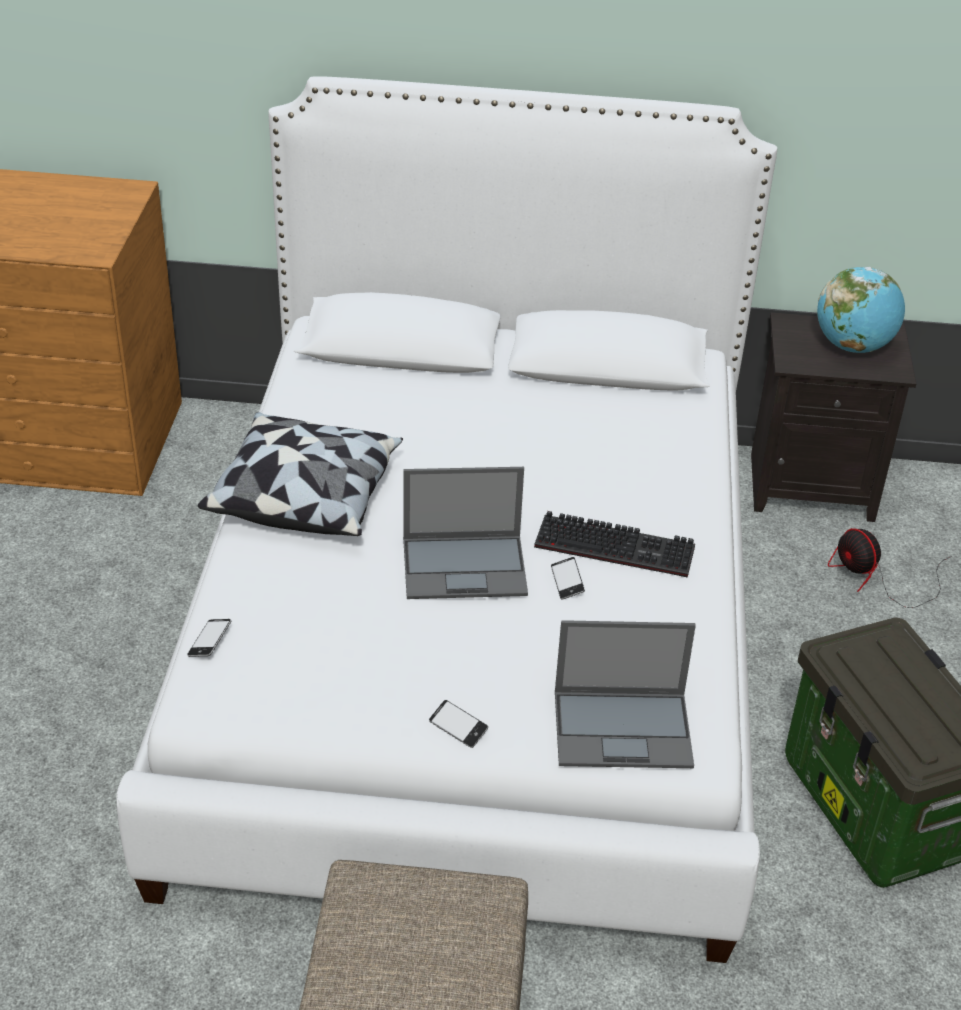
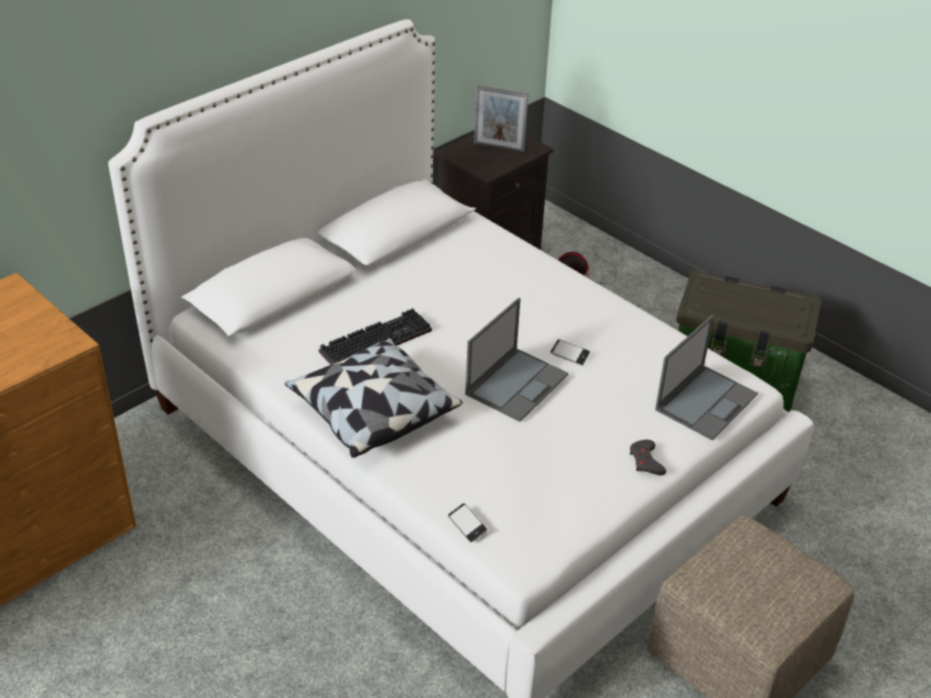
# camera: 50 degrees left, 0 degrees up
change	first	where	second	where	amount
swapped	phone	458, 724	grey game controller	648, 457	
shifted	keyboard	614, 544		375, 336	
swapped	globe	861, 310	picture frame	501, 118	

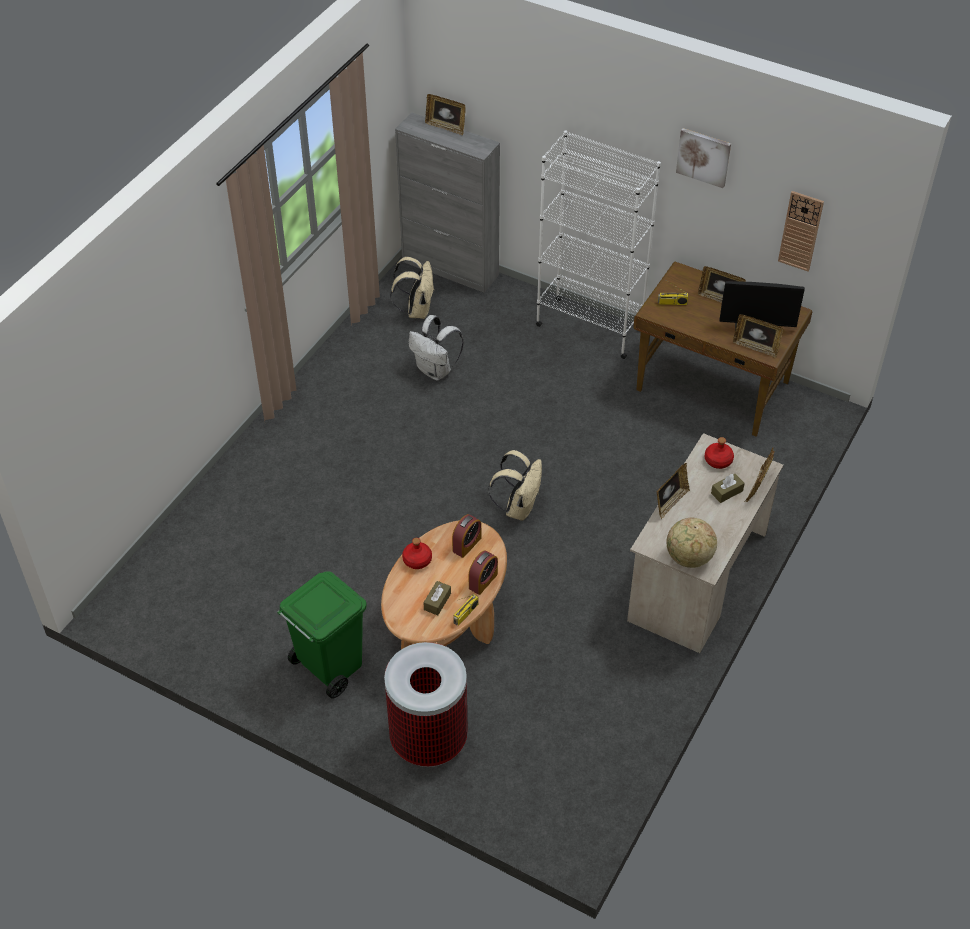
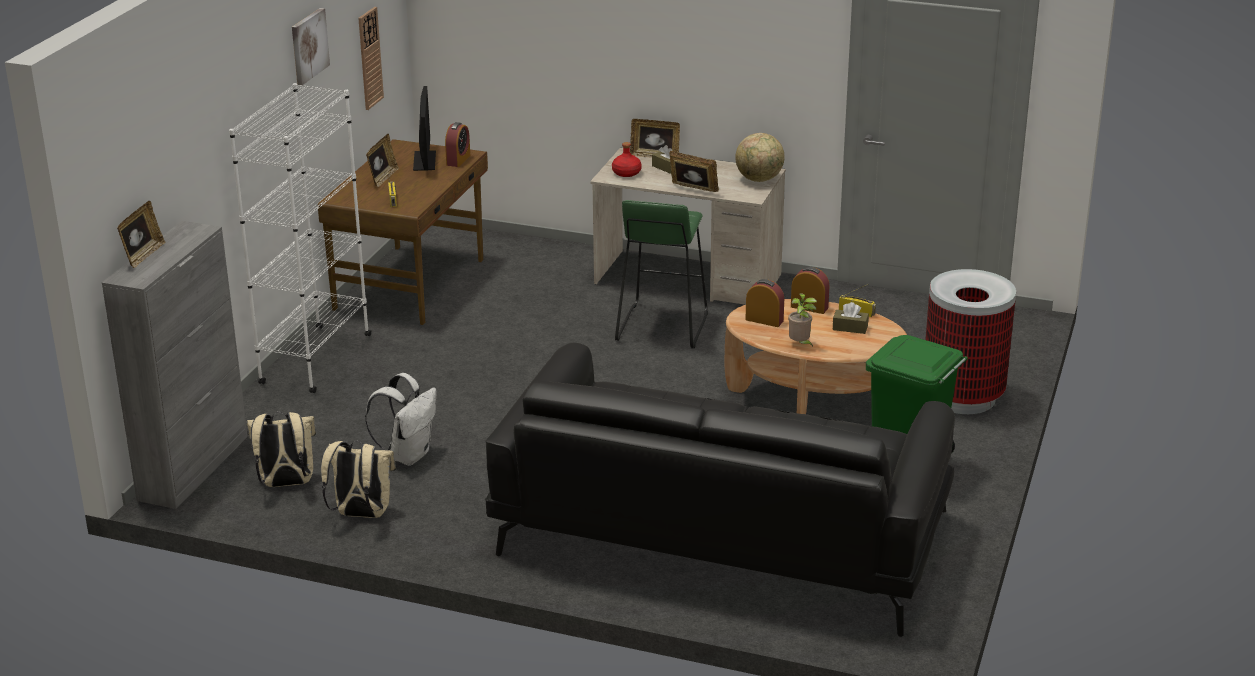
# camera: 100 degrees left, 20 degrees down
change	first	where	second	where	amount
swapped	red bottle	417, 553	potted plant	802, 319	
shifted	beige backpack	515, 485		358, 479	
swapped	picture frame	758, 336	alarm clock	457, 144	
new			black sofa	720, 490	
new			green stool	661, 274	

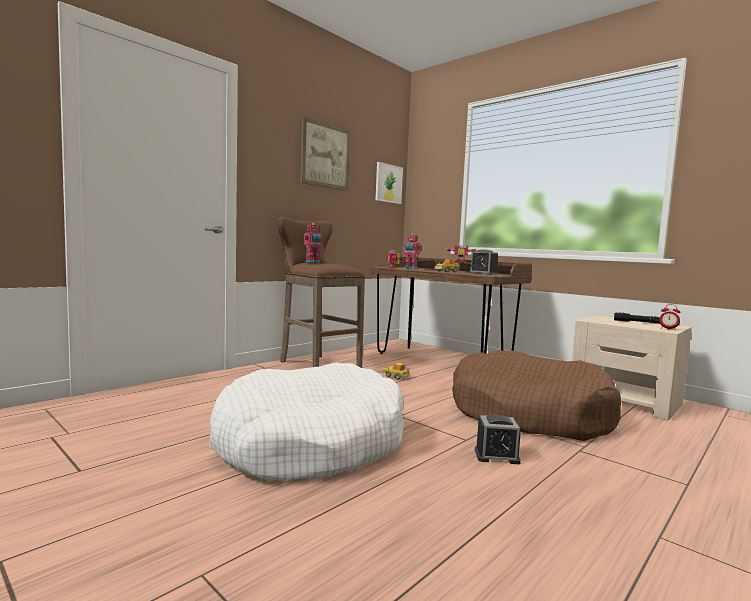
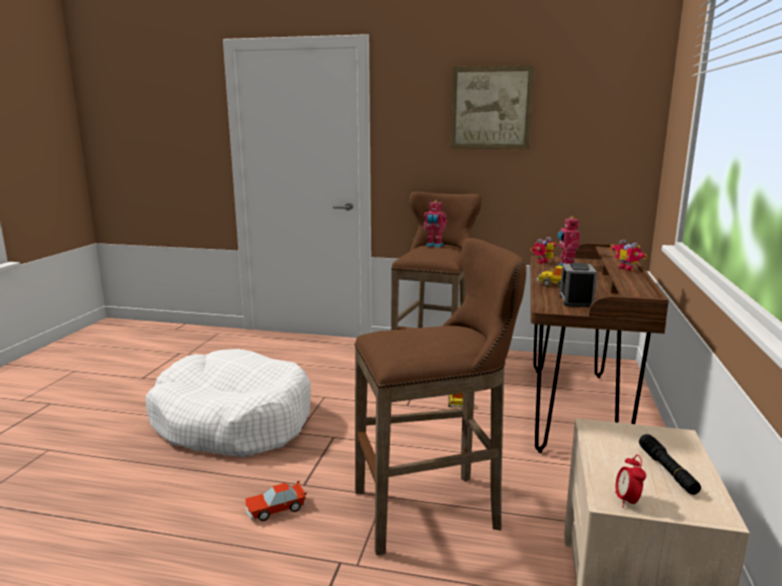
# camera: 60 degrees right, 10 degrees up
change	first	where	second	where	amount
gone	picture	389, 183			
swapped	brown dog bed	536, 395	brown stool	440, 396	
swapped	alarm clock	498, 439	toy car	276, 500	

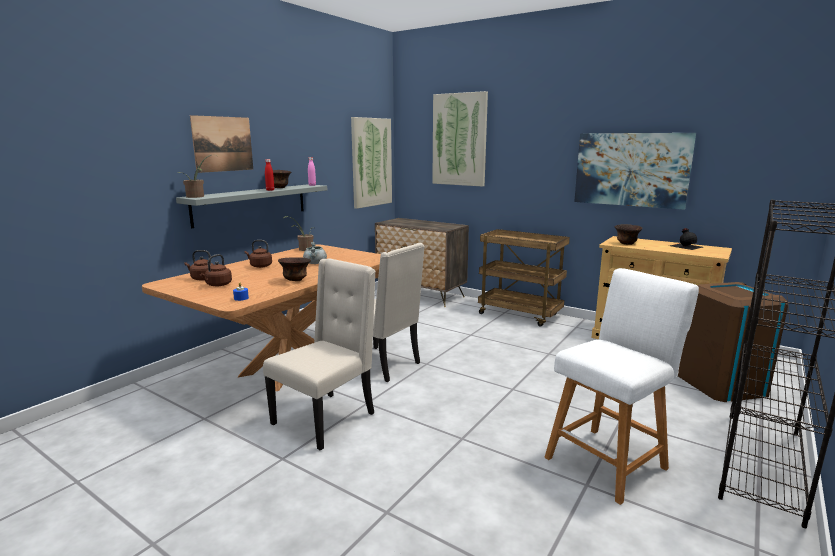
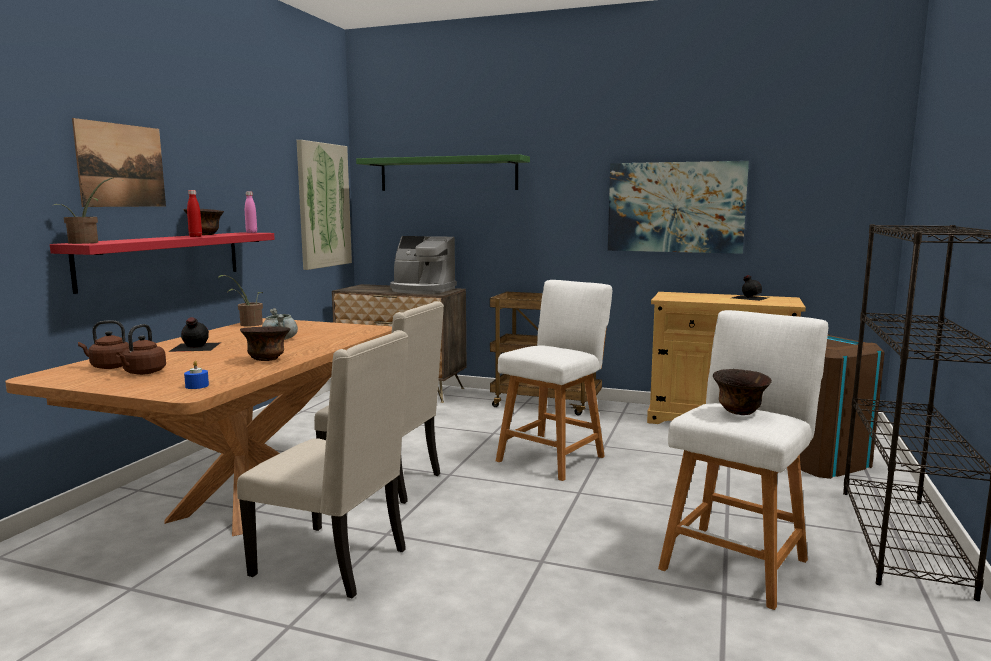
# camera: 15 degrees left, 5 degrees down
change	first	where	second	where	amount
repainted	grey shelf	251, 206	red shelf	162, 263	
swapped	brown kettle	258, 254	black bottle	194, 334	
rotated	beige chair	319, 354		322, 464	90 degrees clockwise
swapped	picture	460, 139	green shelf	443, 172	
shifted	brown bowl	628, 234		742, 392	
new			coffee machine	423, 265	
new			white stool	554, 380	

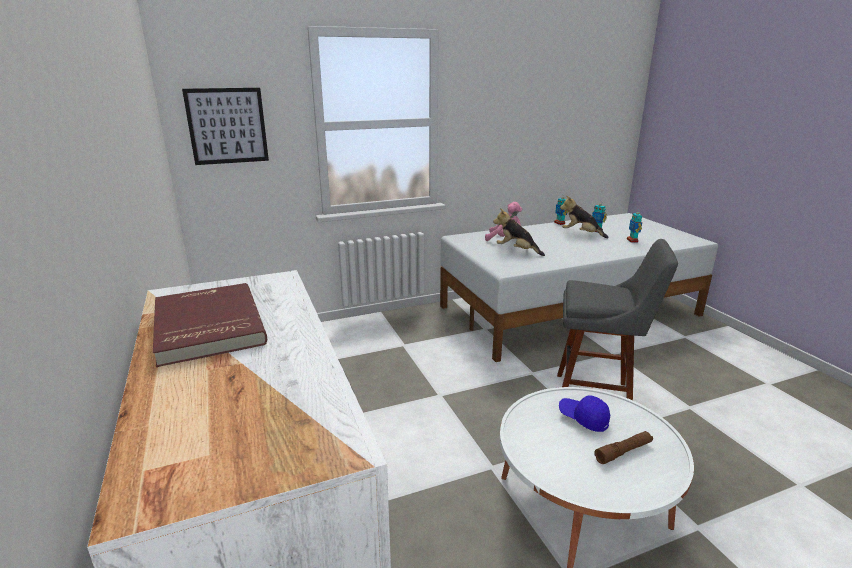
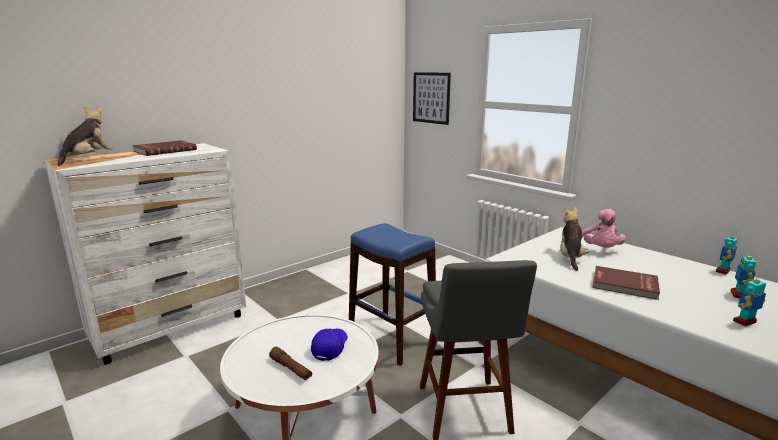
# camera: 70 degrees right, 5 degrees down
change	first	where	second	where	amount
shifted	plush toy	584, 216		85, 136	
new			blue stool	392, 294	
new			red book	626, 283	

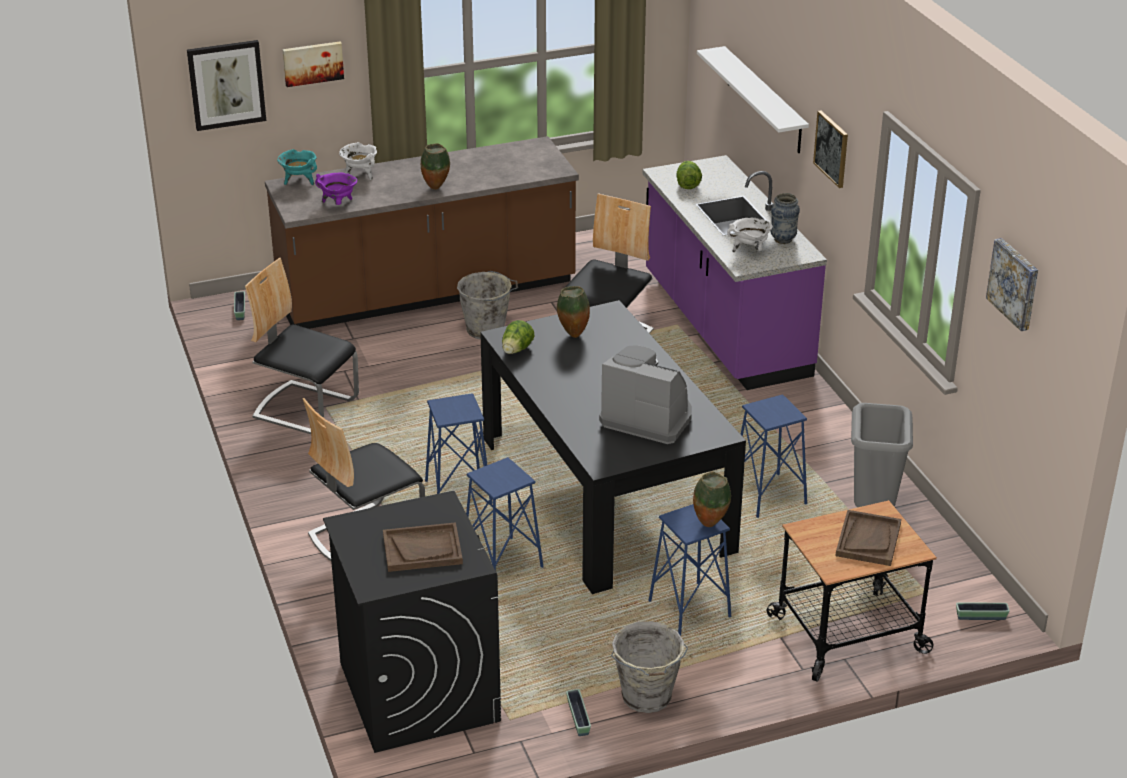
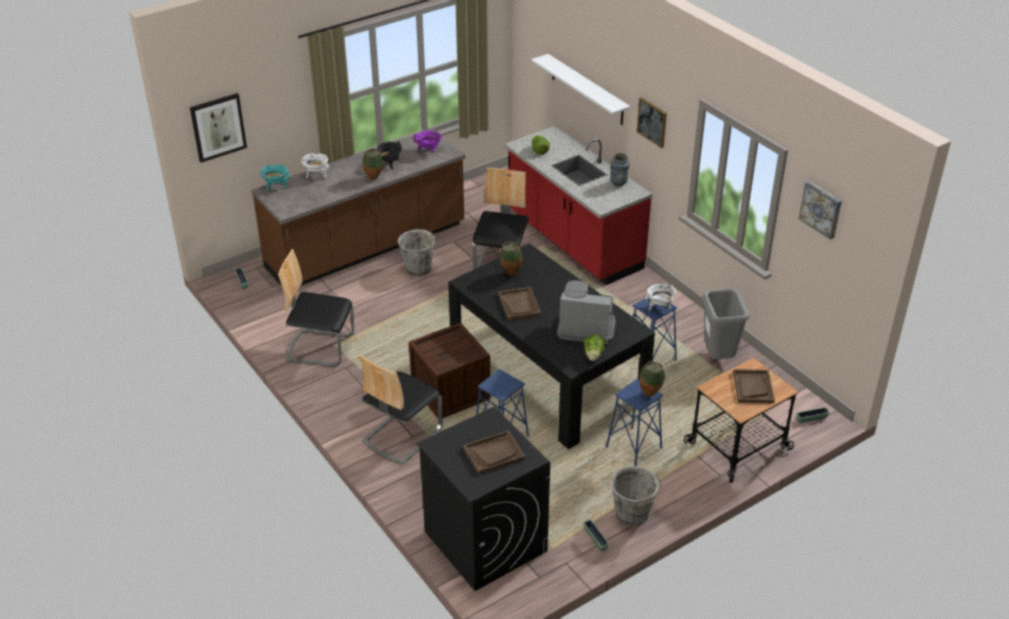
# camera: 15 degrees left, 5 degrees up
change	first	where	second	where	amount
gone	picture	313, 64			
shifted	purple cooking pot	336, 188		427, 142	
swapped	blue stool	459, 448	crate	450, 370	
shifted	lettuce	518, 337		594, 347	
repainted	purple counter	735, 272	red counter	578, 205	
shifted	white cooking pot	750, 235		660, 298	
new			black cooking pot	389, 155	
new			brown tray	519, 304	

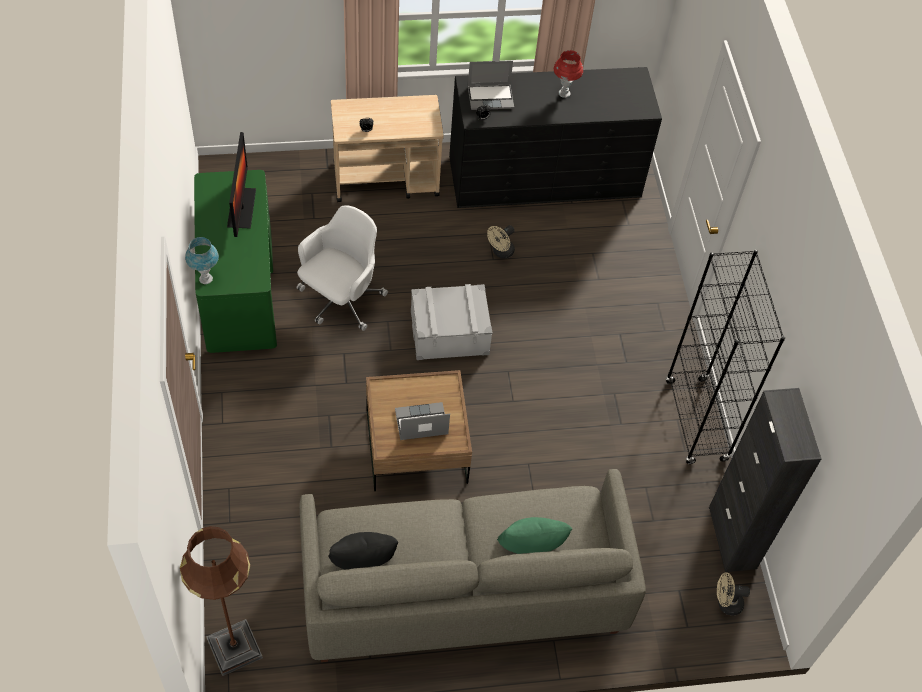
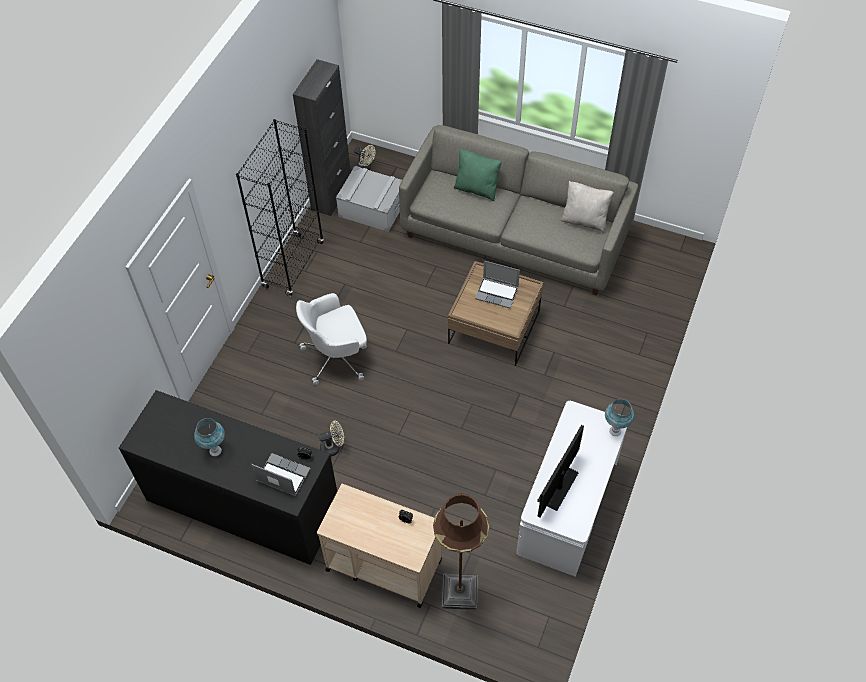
# camera: 145 degrees left, 0 degrees up
change	first	where	second	where	amount
shifted	brown floor lamp	221, 601		461, 551	
repainted	green desk	235, 261	white desk	571, 489	
shifted	white office chair	342, 268		331, 339	
repainted	black pillow	363, 550	beige pillow	587, 207	
shifted	grey storage box	452, 322		369, 199	
repainted	red table lamp	568, 74	blue table lamp	209, 437	

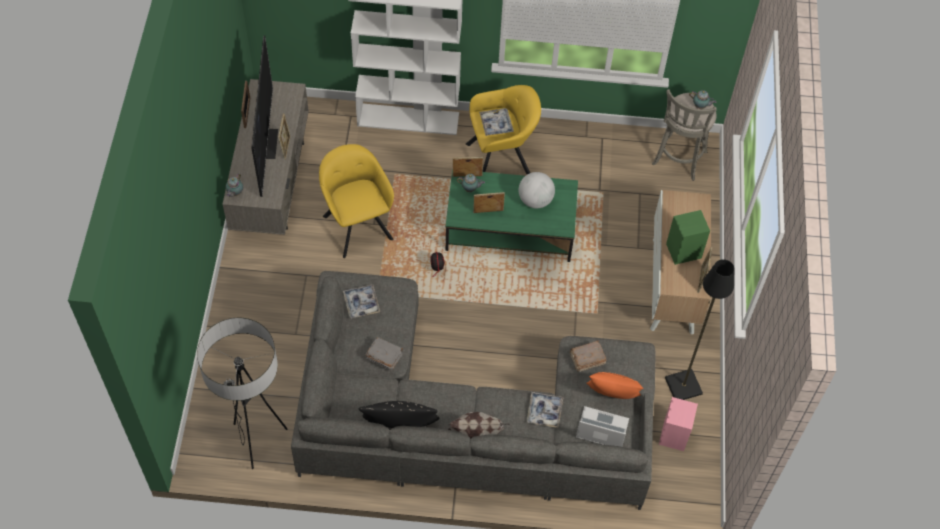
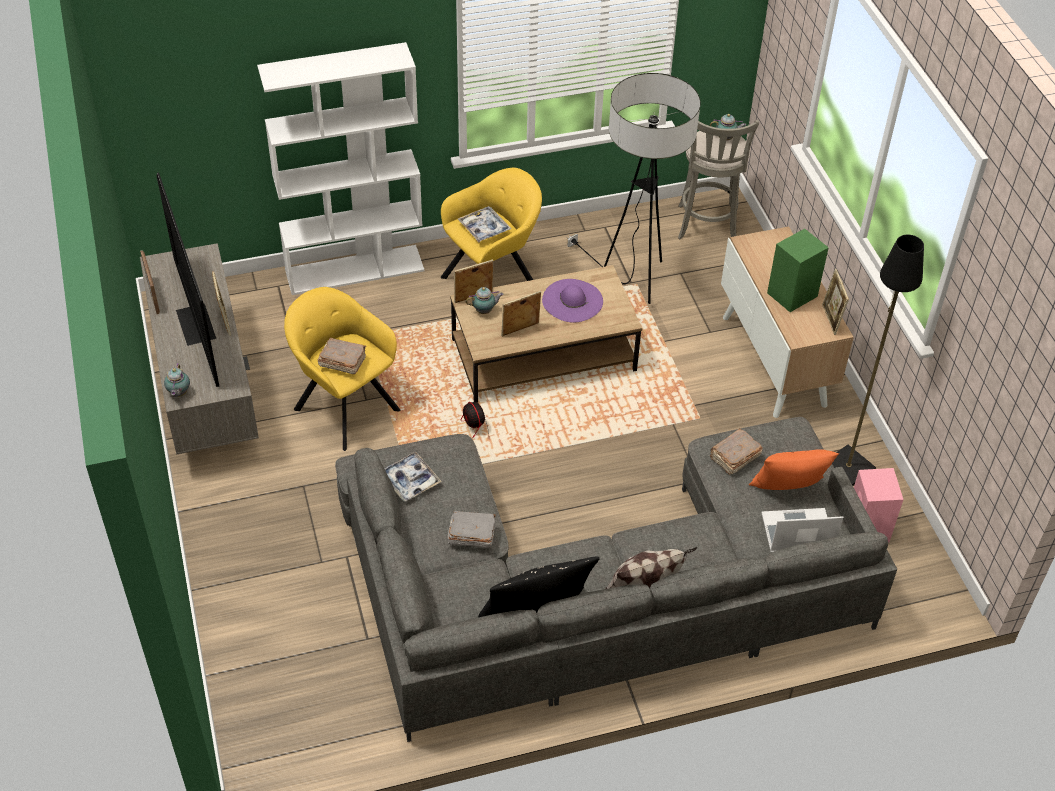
# camera: 20 degrees left, 10 degrees down
change	first	where	second	where	amount
shifted	floor lamp	242, 393		634, 188	
repainted	green coffee table	511, 215	brown coffee table	546, 334	
swapped	globe	537, 190	purple hat	572, 300	
gone	tray	544, 410			
new			brown book	342, 356	

